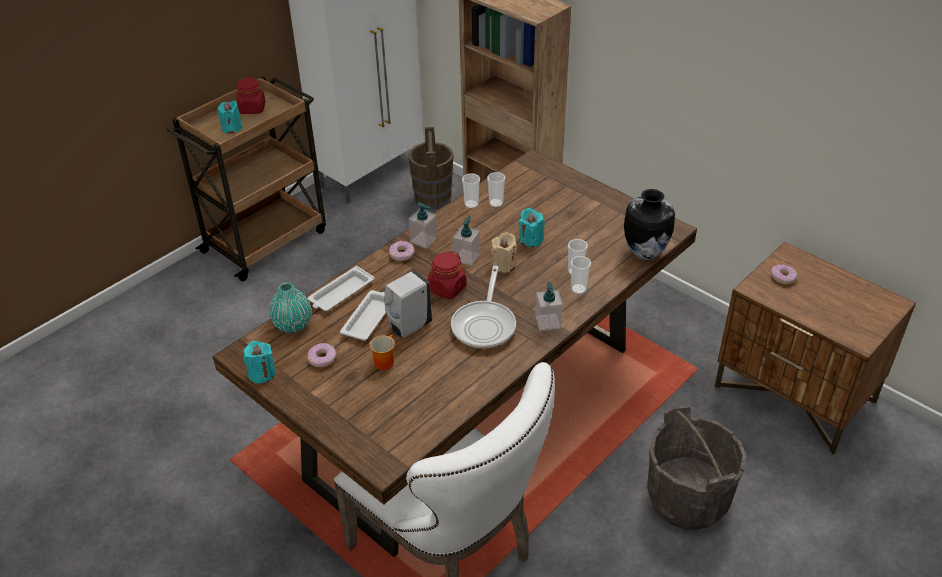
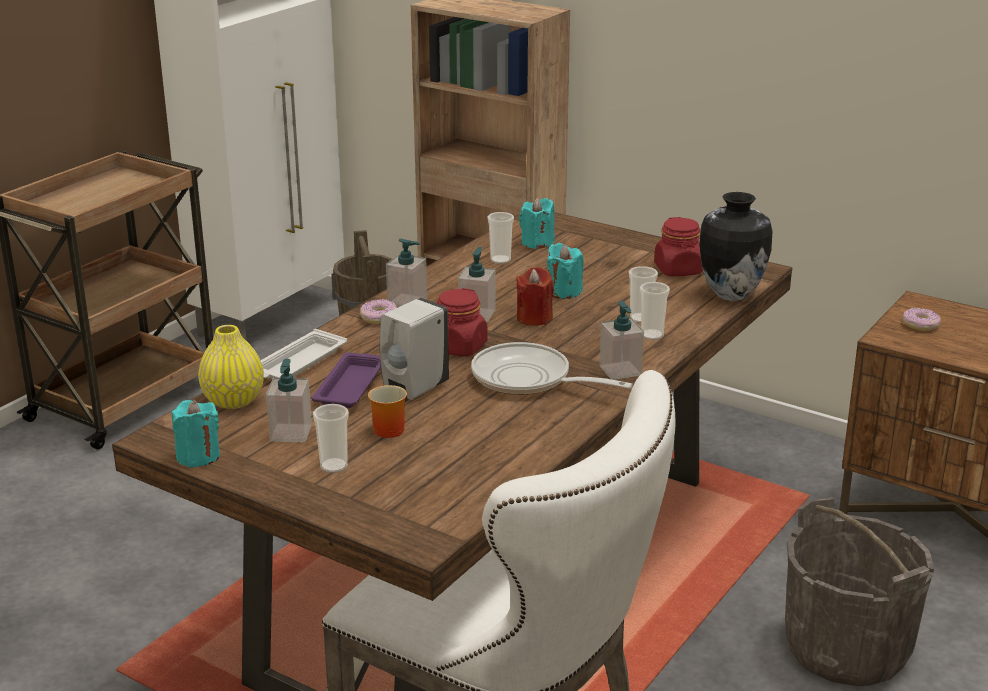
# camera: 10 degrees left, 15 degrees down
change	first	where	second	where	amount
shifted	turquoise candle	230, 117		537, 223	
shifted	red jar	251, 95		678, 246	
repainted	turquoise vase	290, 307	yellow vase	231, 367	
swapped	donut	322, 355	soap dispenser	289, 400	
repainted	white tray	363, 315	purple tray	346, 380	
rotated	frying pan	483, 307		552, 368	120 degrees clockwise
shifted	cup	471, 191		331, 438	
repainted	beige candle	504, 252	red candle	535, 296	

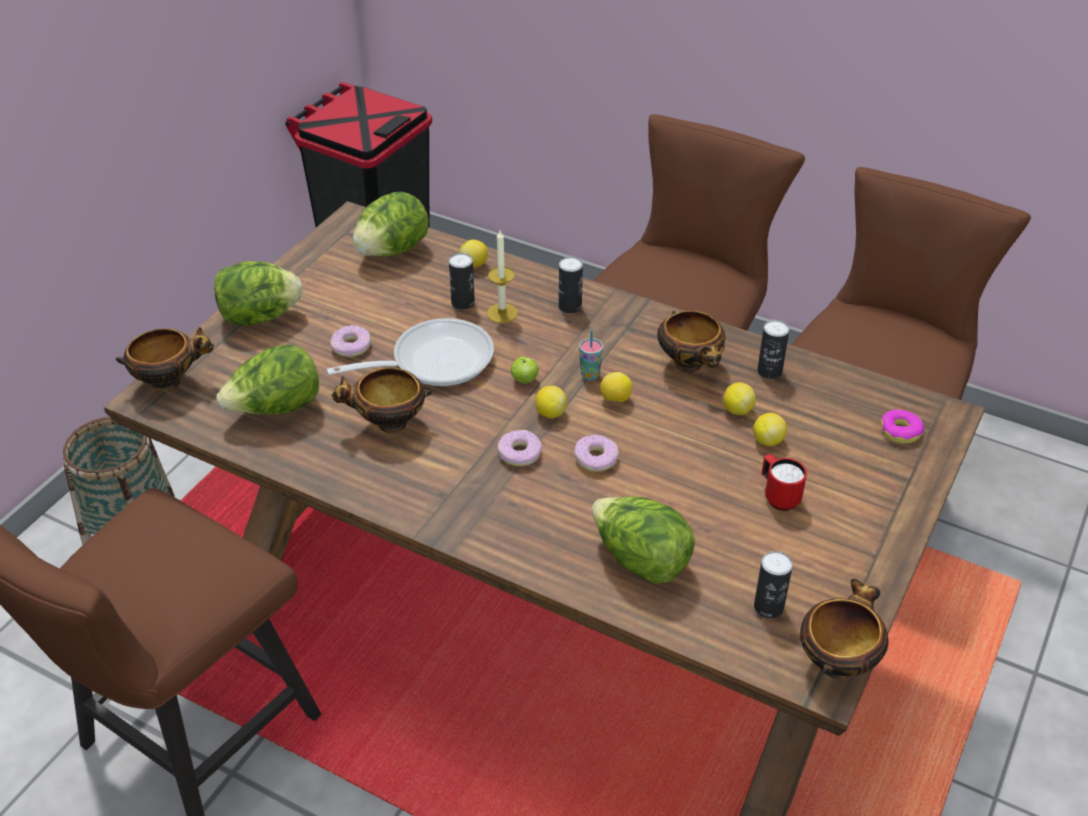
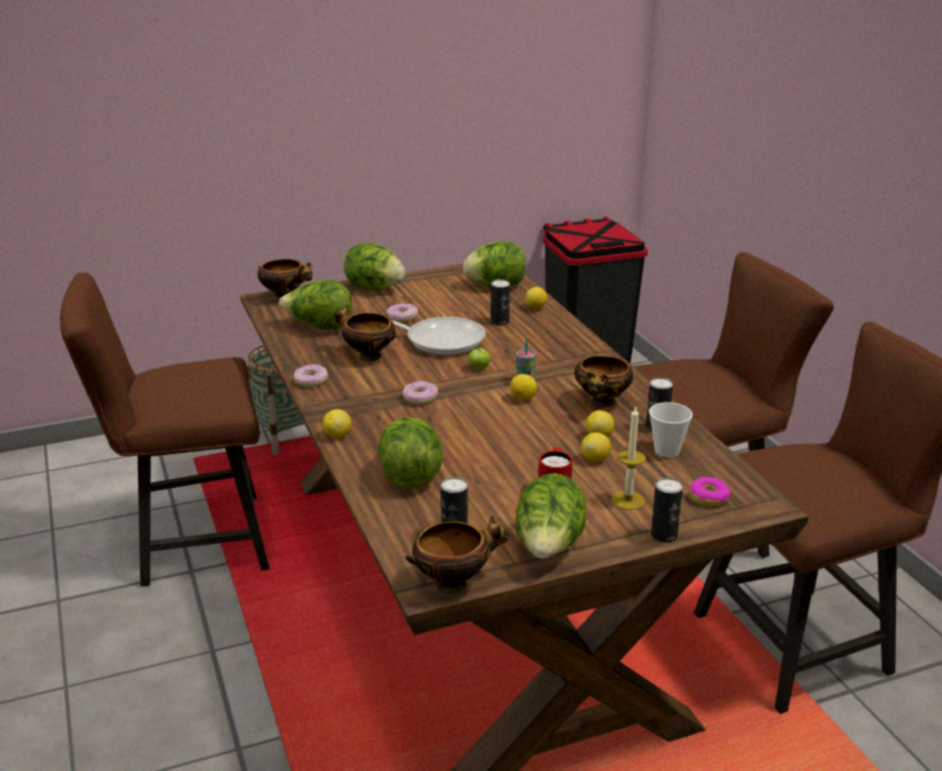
# camera: 40 degrees right, 15 degrees down
change	first	where	second	where	amount
shifted	candle	502, 276		629, 458	
shifted	lemon	551, 402		337, 423	
shifted	can	570, 285		667, 510	
shifted	donut	596, 453		310, 375	
new			lettuce	550, 516	
new			cup	671, 430	

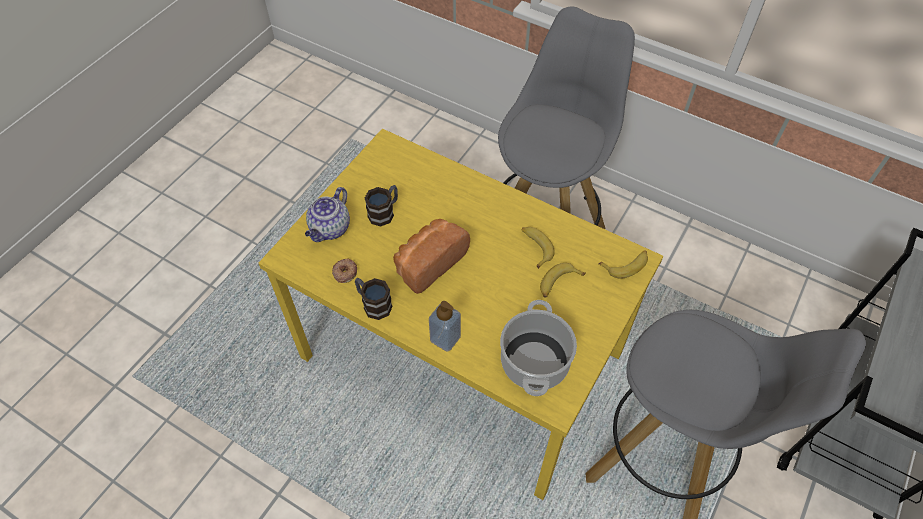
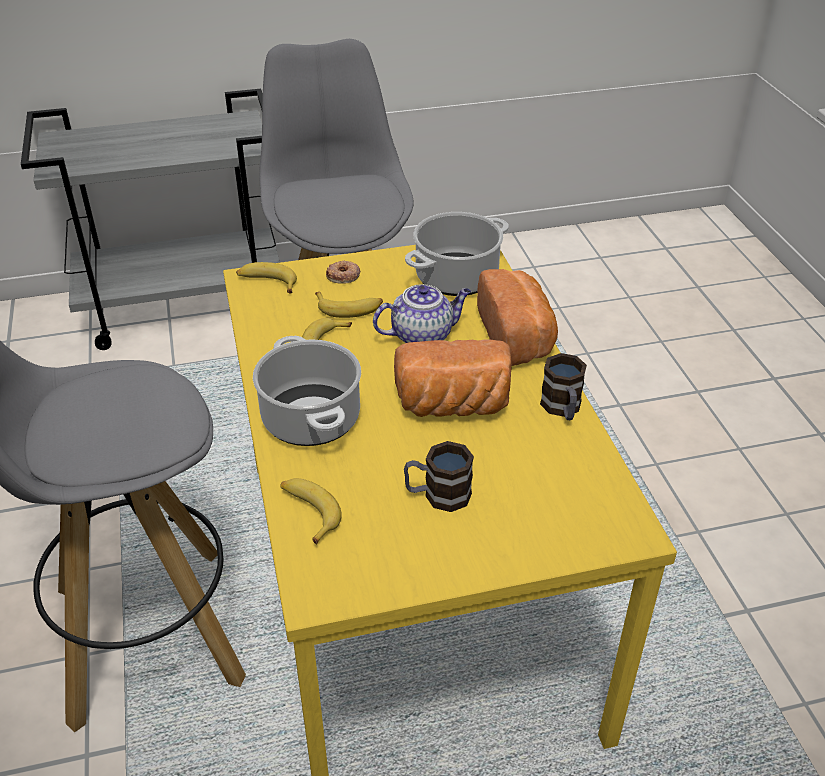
# camera: 135 degrees left, 15 degrees down
change	first	where	second	where	amount
shifted	teapot	327, 214		422, 313	
shifted	donut	344, 270		343, 272	
swapped	soap dispenser	445, 326	bread	517, 317	
new			cooking pot	307, 391	
new			banana	311, 511	

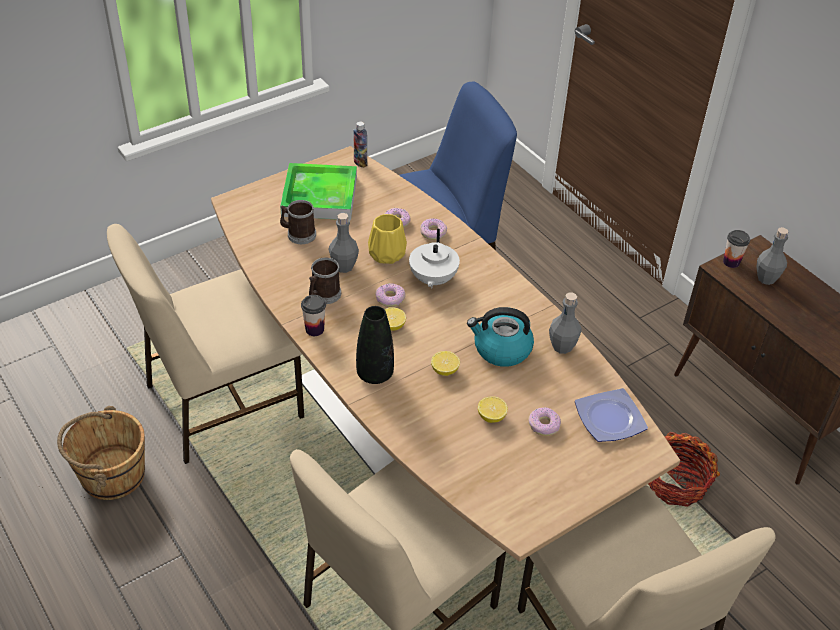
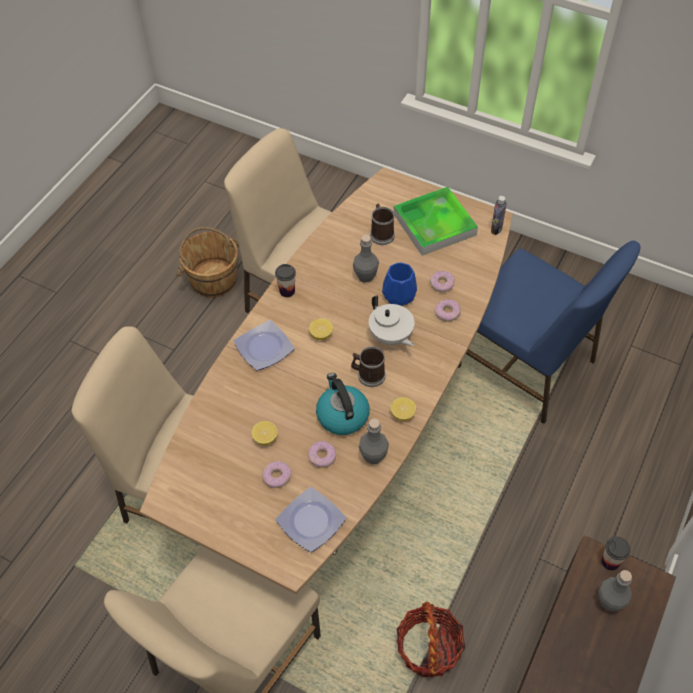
# camera: 65 degrees right, 10 degrees up
change	first	where	second	where	amount
shifted	mug	325, 280		368, 366	
swapped	black vase	375, 345	plate	264, 345	
repainted	yellow vase	387, 239	blue vase	399, 284	
shifted	donut	390, 295		322, 454	
rotated	white teapot	434, 258		392, 320	105 degrees counterclockwise
shifted	lemon	445, 363		403, 409	

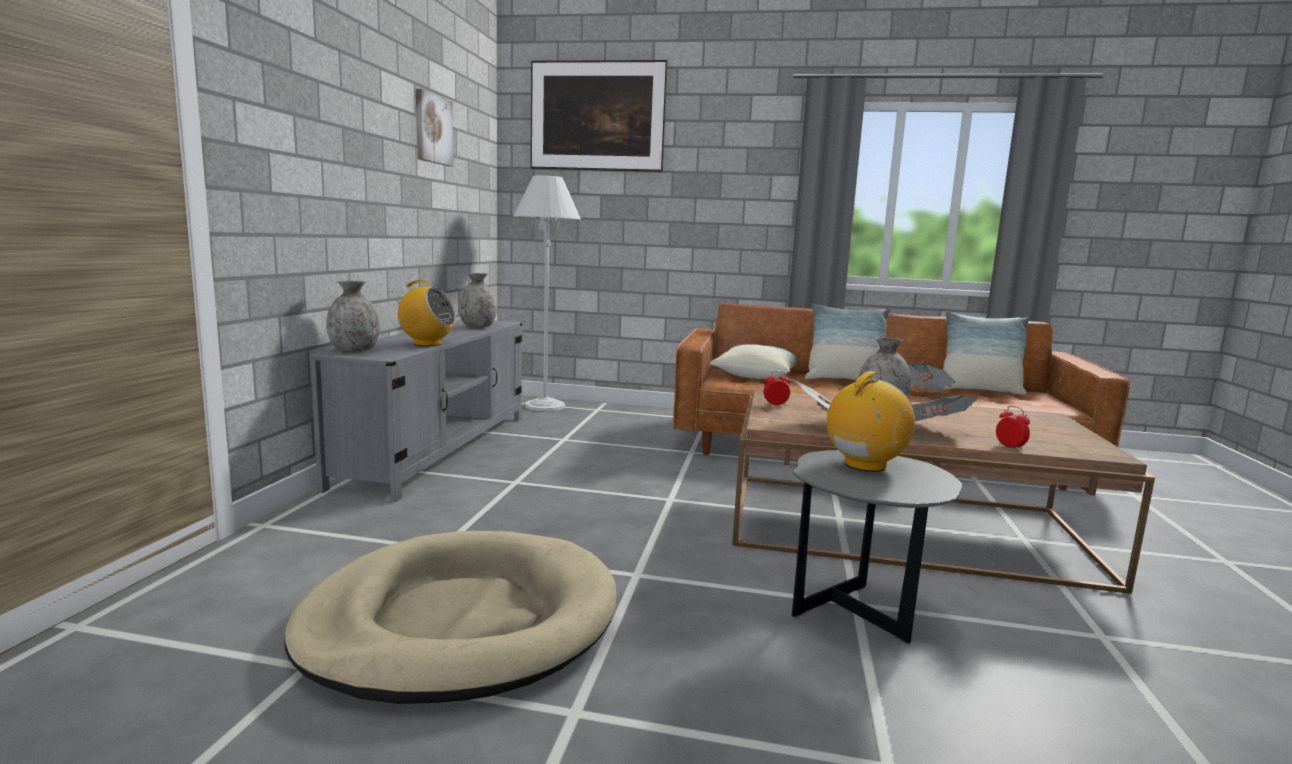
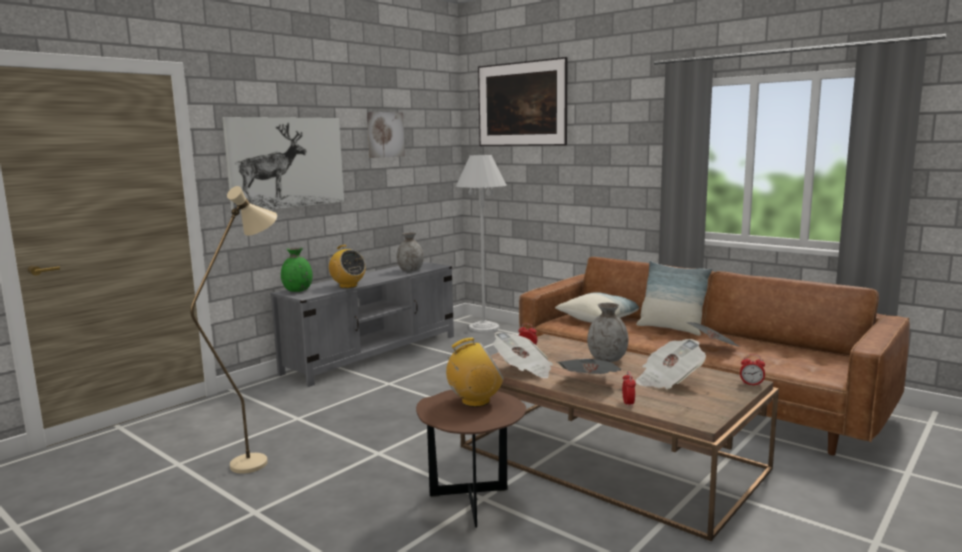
# camera: 30 degrees right, 0 degrees up
change	first	where	second	where	amount
swapped	beige dog bed	450, 617	beige floor lamp	233, 330	
repainted	grey vase	353, 316	green vase	297, 269	
repainted	grey side table	877, 547	brown side table	471, 459	
gone	pillow	986, 353			
new			picture	283, 165	
new			newspaper	670, 364	
new			alarm clock	752, 370	

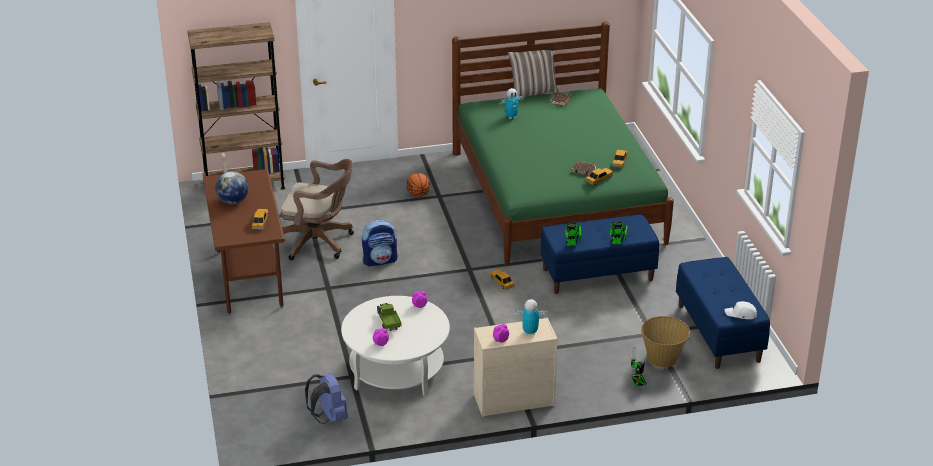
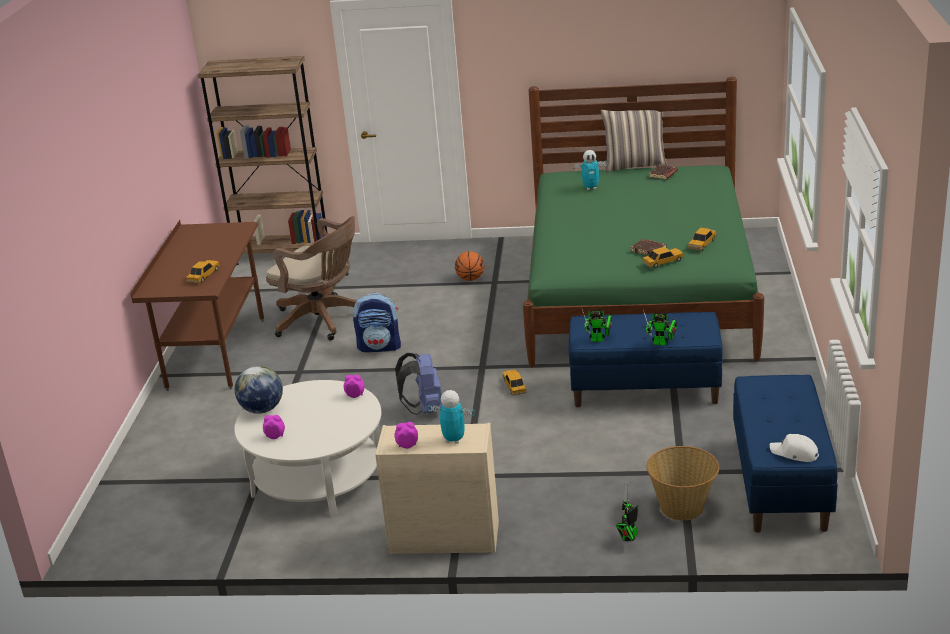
# camera: 20 degrees right, 5 degrees down
change	first	where	second	where	amount
shifted	globe	232, 187		259, 390	
shifted	blue backpack	326, 398		418, 384	
gone	toy truck	389, 317			

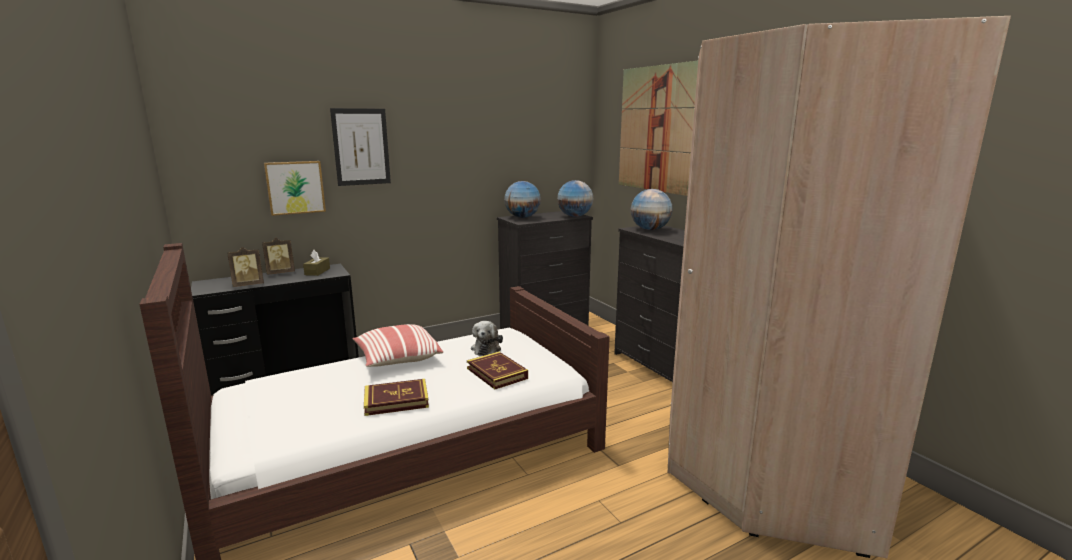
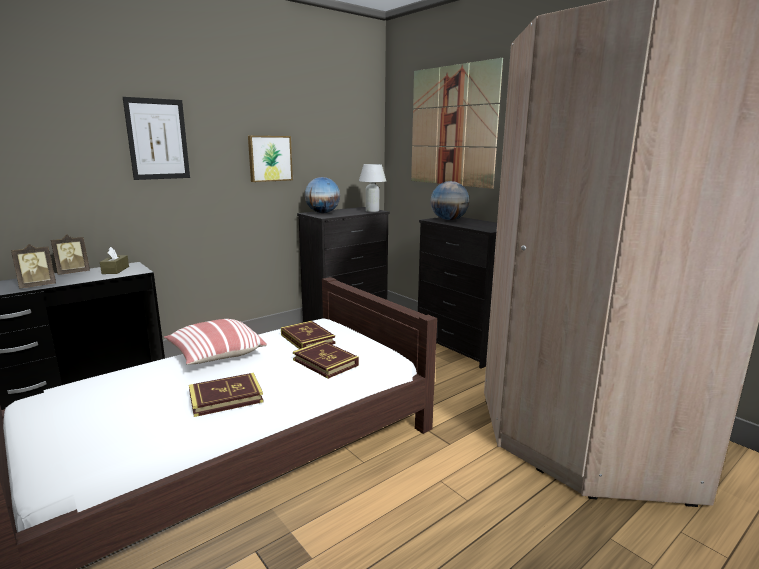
# camera: 10 degrees left, 0 degrees up
change	first	where	second	where	amount
shifted	picture	295, 188		270, 159	
swapped	plush toy	487, 338	book	308, 335	
swapped	globe	575, 198	white table lamp	372, 188	

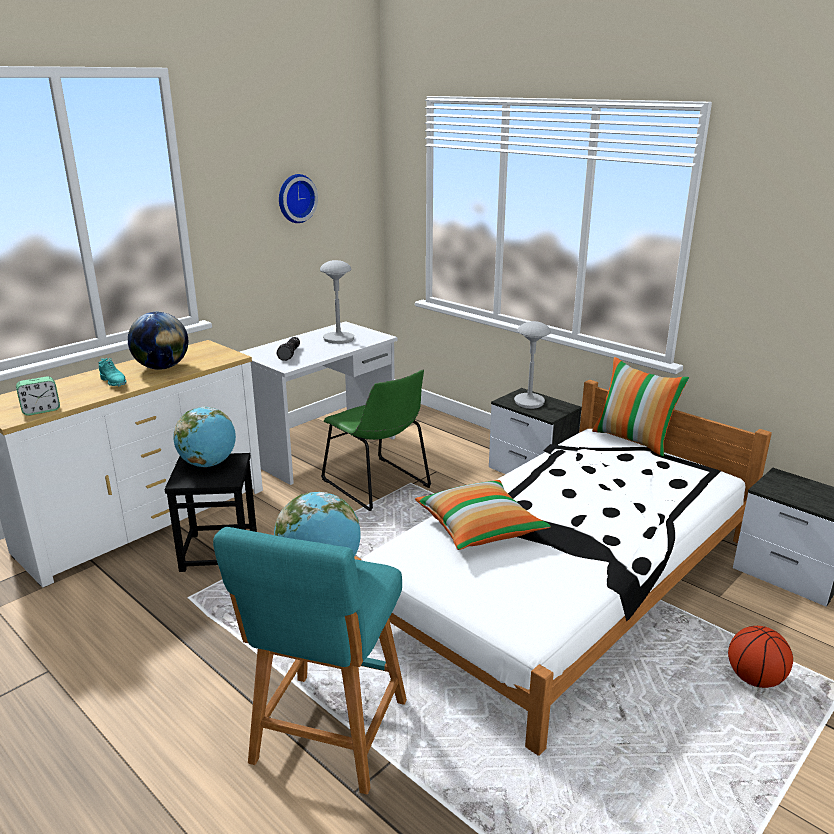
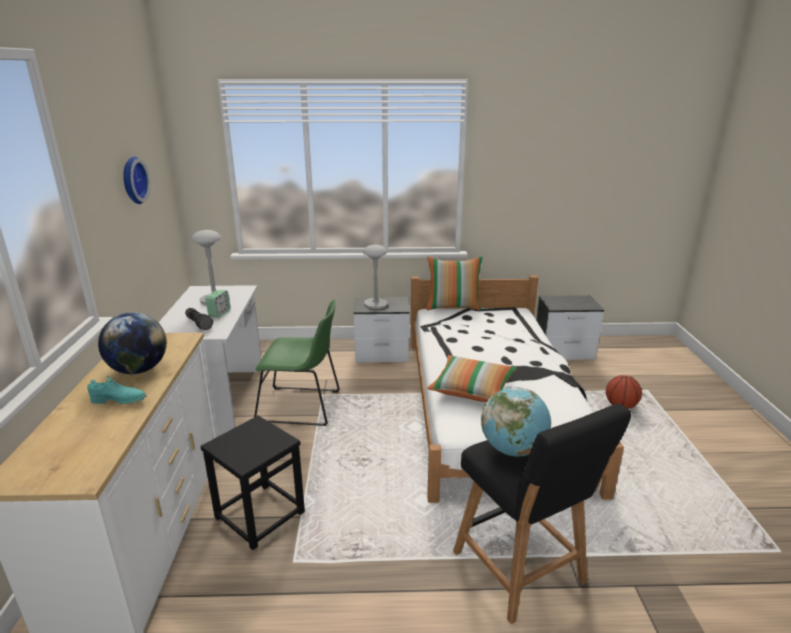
# camera: 45 degrees left, 0 degrees up
change	first	where	second	where	amount
shifted	alarm clock	38, 396		218, 304	
gone	globe	204, 436			
repainted	turquoise stool	310, 660	black stool	542, 514	

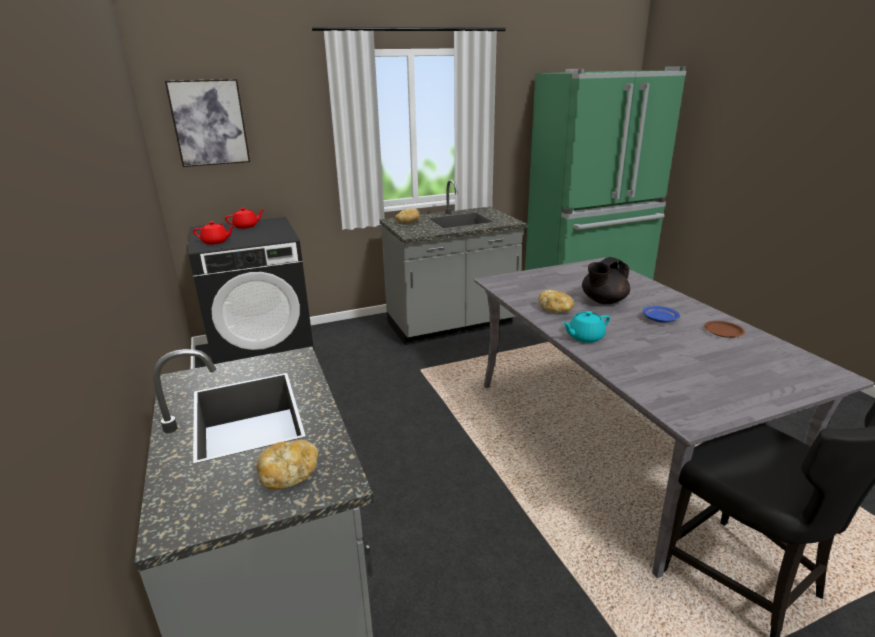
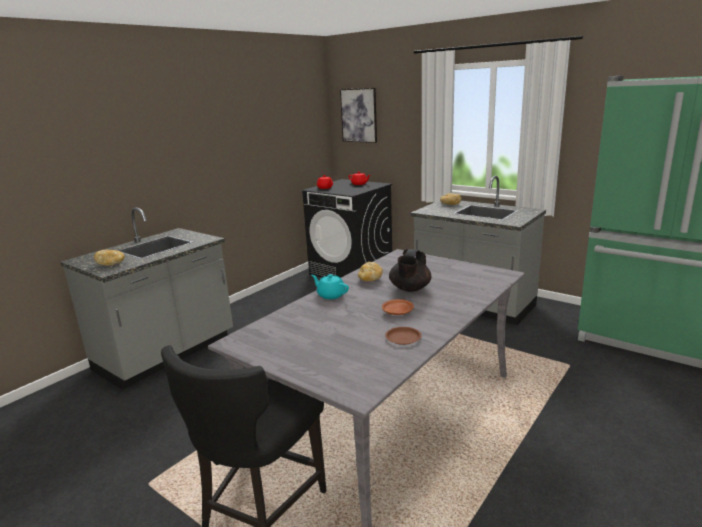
# camera: 60 degrees right, 5 degrees down
change	first	where	second	where	amount
rotated	black teapot	606, 280		410, 270	90 degrees counterclockwise
repainted	blue plate	661, 314	brown plate	398, 307	

